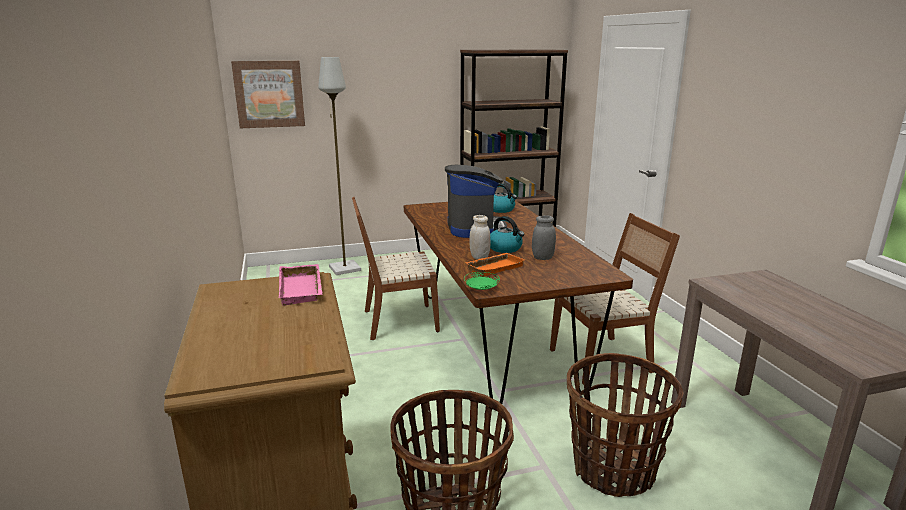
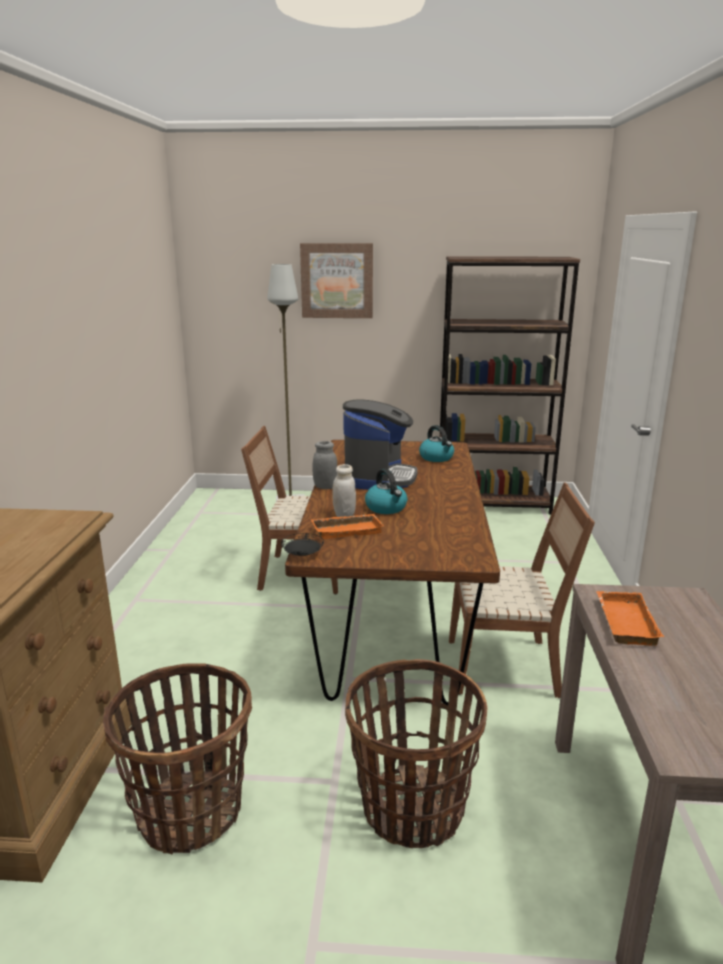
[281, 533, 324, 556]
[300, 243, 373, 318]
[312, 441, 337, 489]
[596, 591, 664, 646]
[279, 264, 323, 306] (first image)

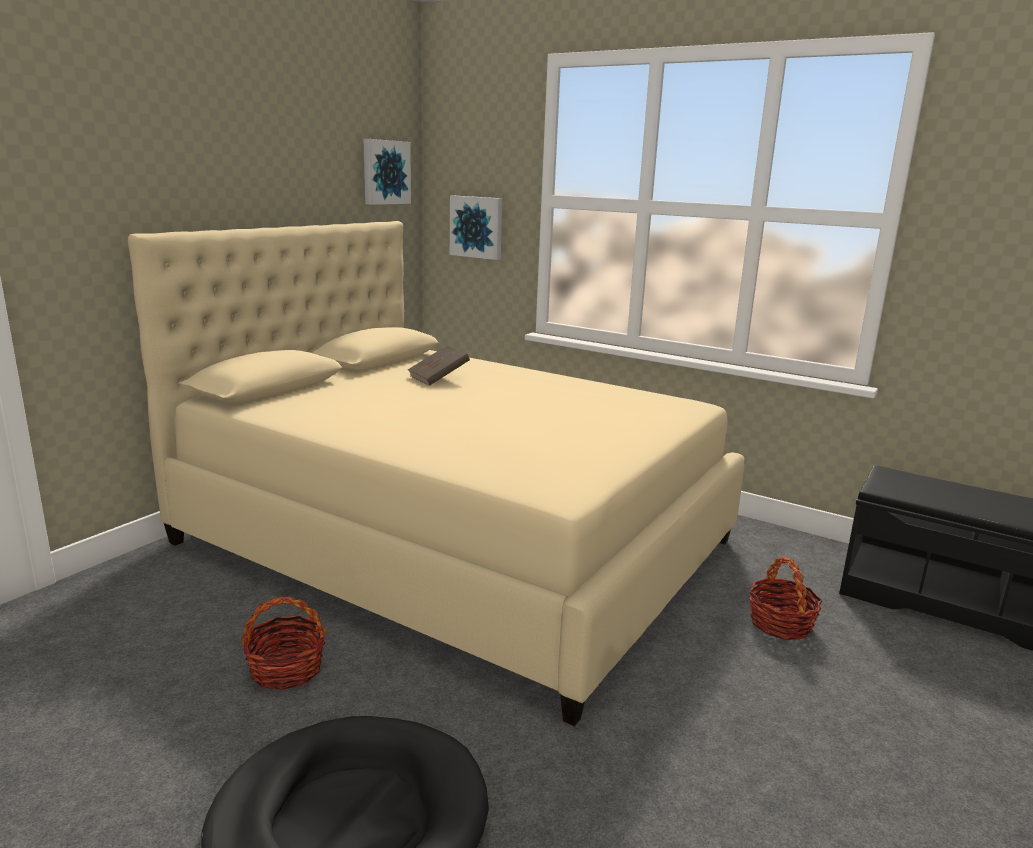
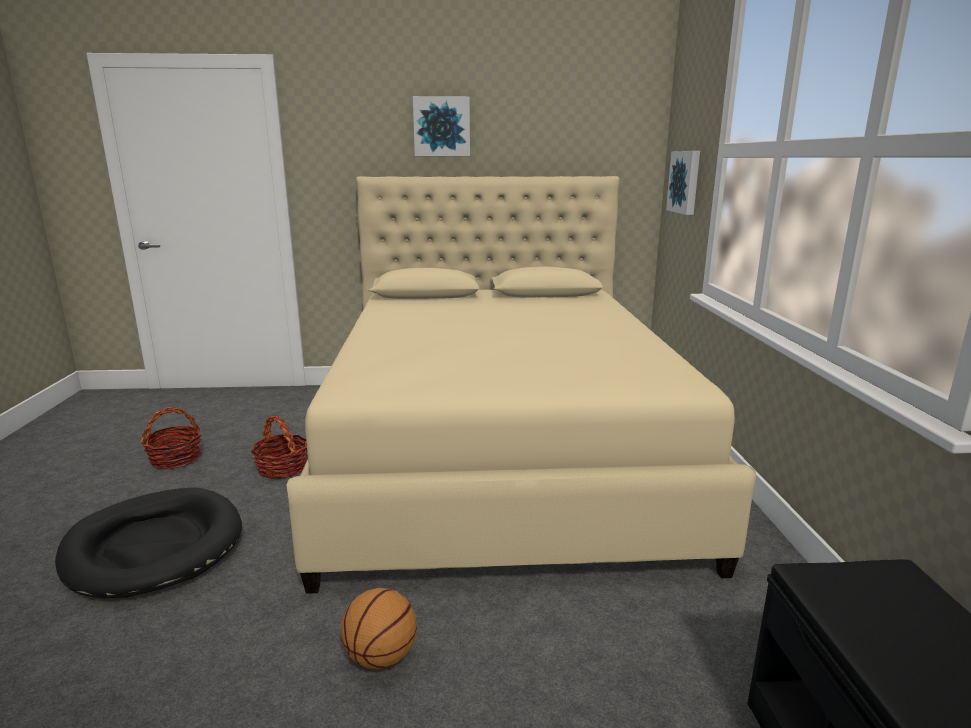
[141, 407, 201, 469]
[341, 588, 417, 670]
[413, 96, 470, 156]
[408, 346, 470, 386] (first image)

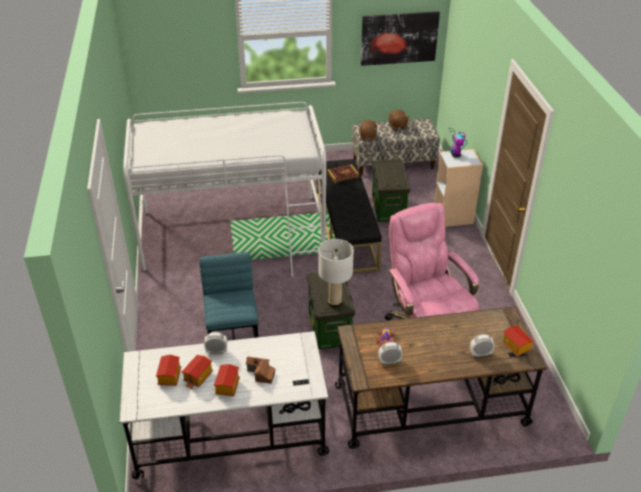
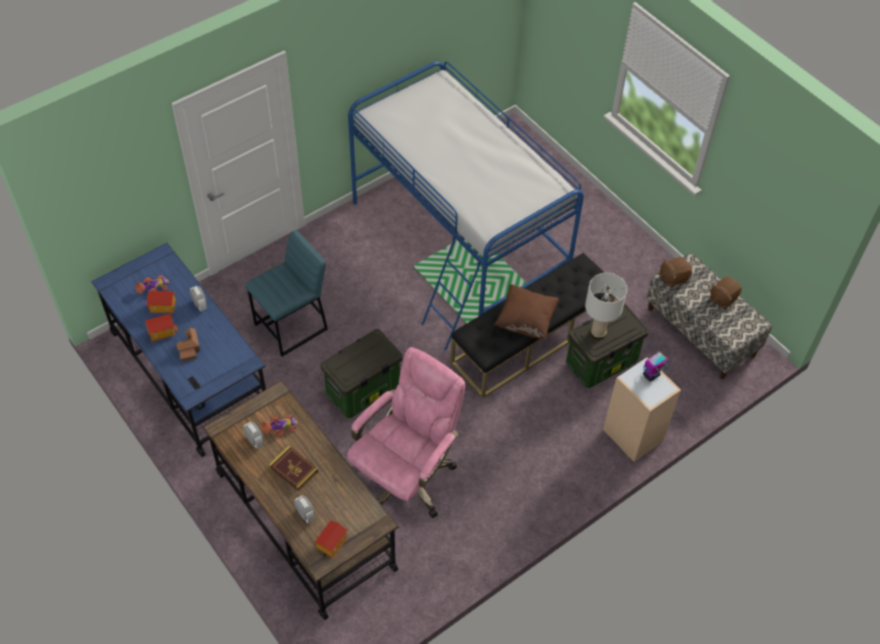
[91, 243, 266, 457]
[135, 275, 170, 294]
[269, 446, 318, 491]
[348, 61, 584, 350]
[494, 284, 560, 339]
[585, 273, 627, 339]
[361, 11, 440, 66] (first image)

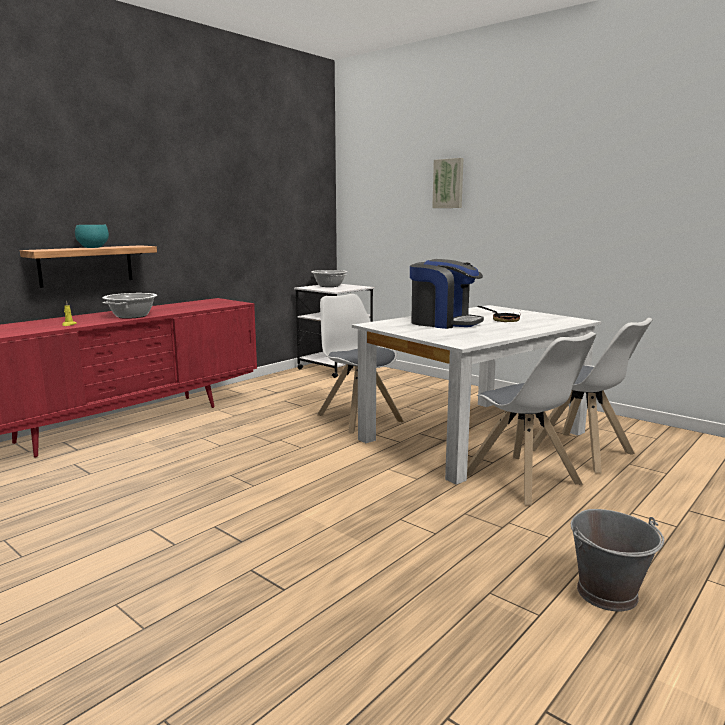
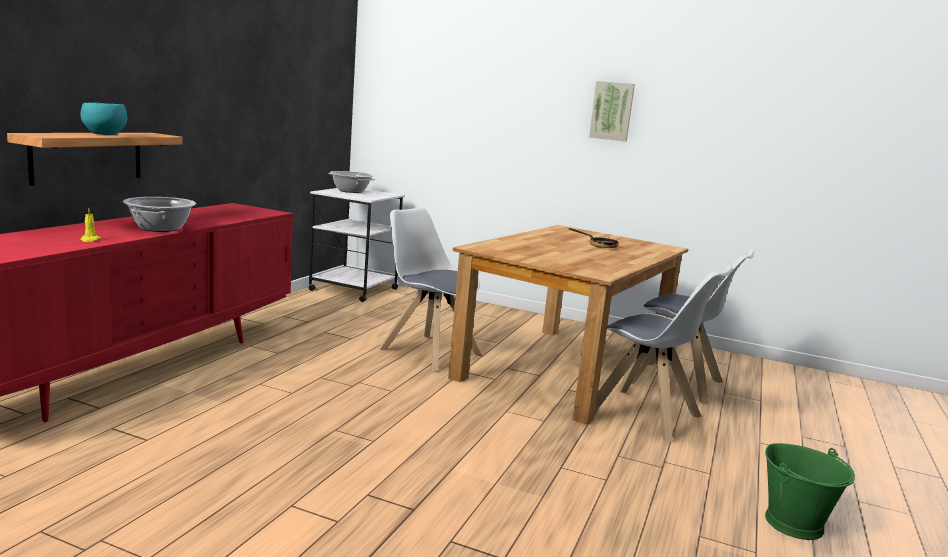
[448, 225, 688, 425]
[589, 81, 635, 141]
[765, 443, 855, 540]
[410, 259, 484, 329] (first image)

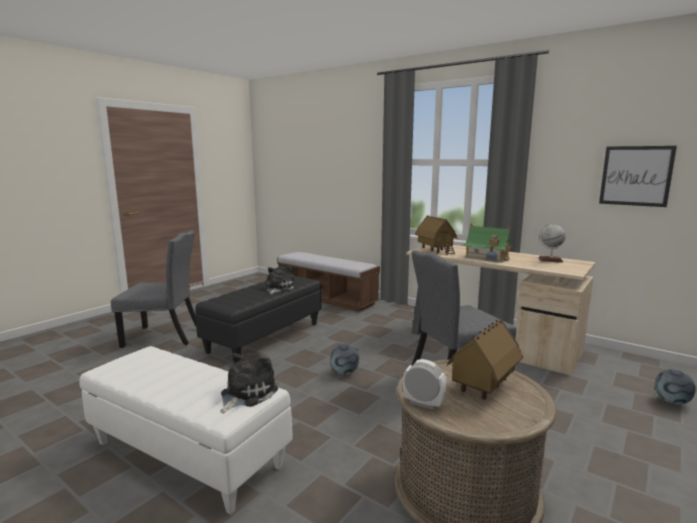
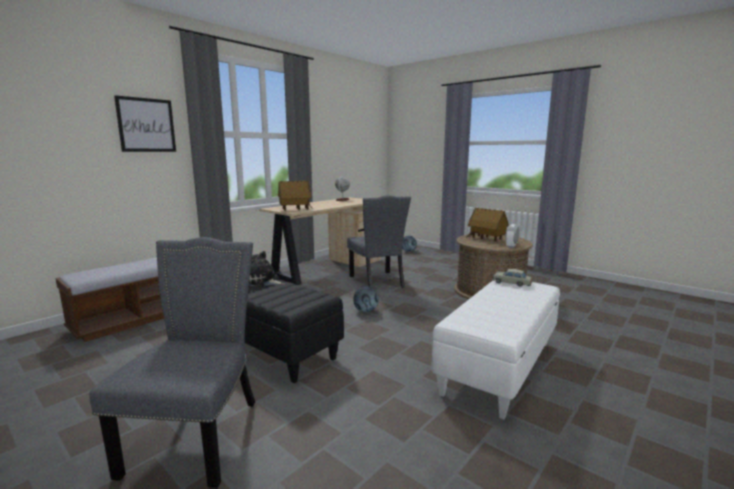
[114, 95, 176, 152]
[493, 269, 533, 287]
[462, 224, 513, 262] (first image)

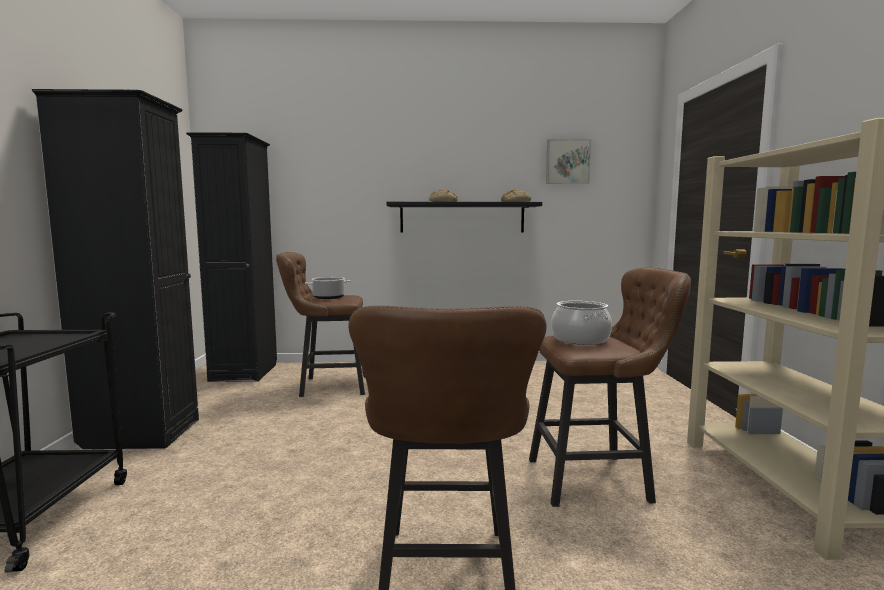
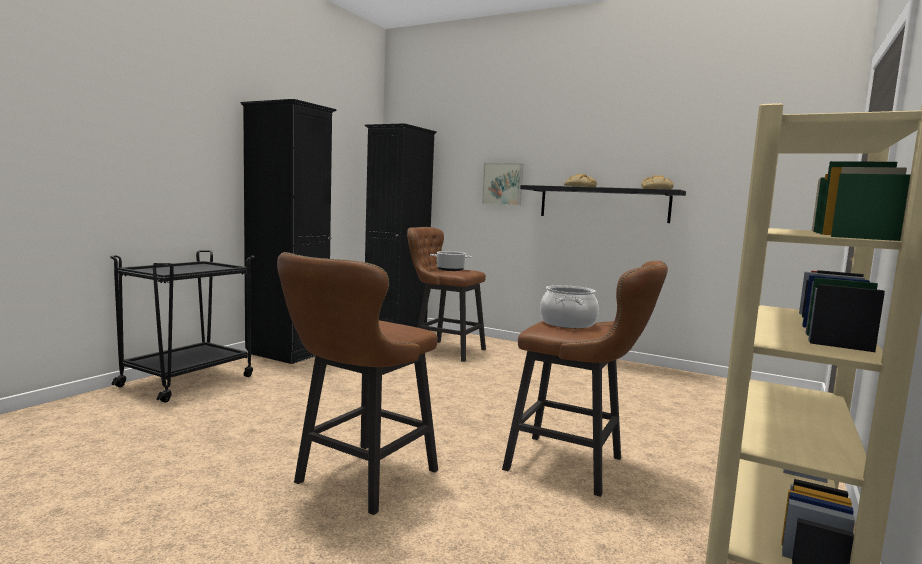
[482, 163, 523, 206]

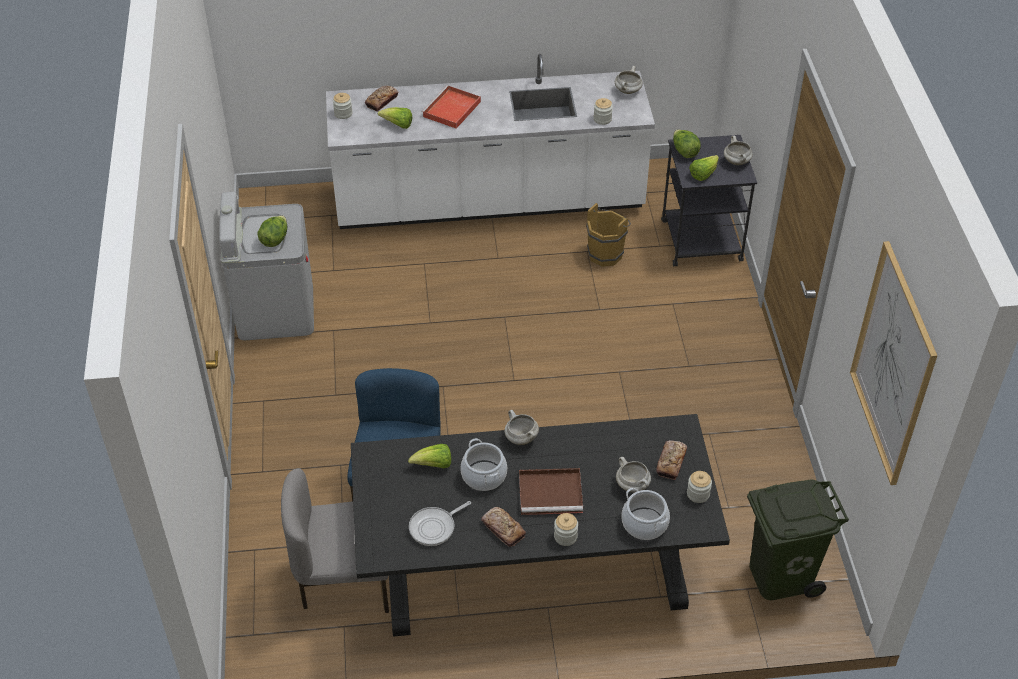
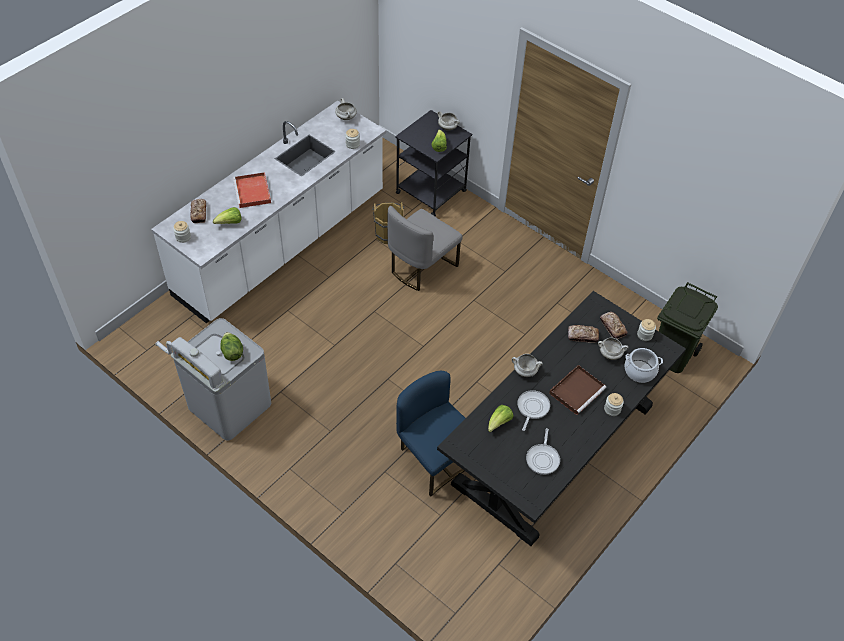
[387, 206, 463, 291]
[517, 390, 550, 431]
[568, 325, 599, 343]
[673, 130, 701, 158] (first image)
[850, 241, 937, 485] (first image)

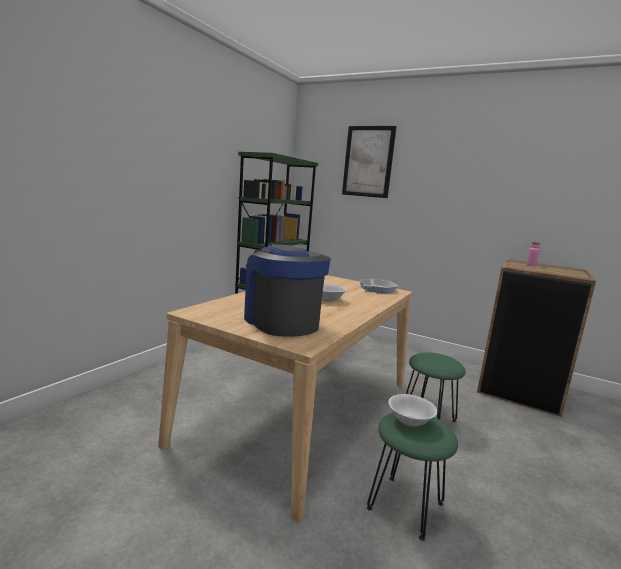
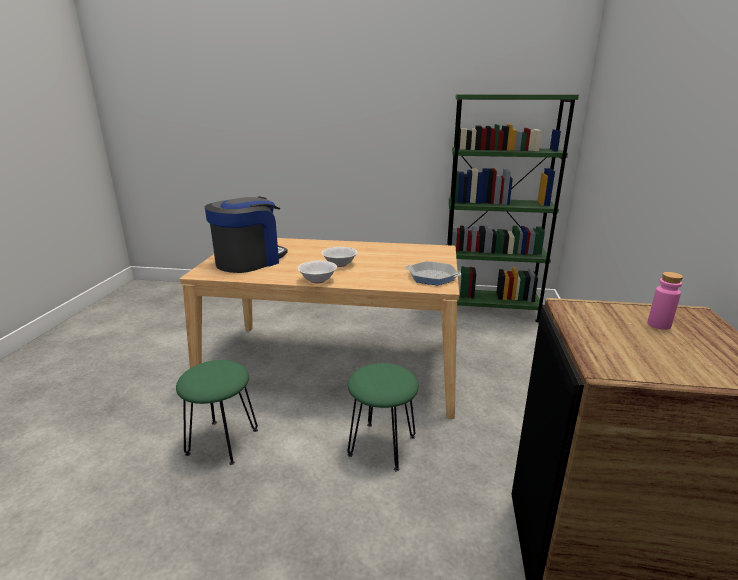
[297, 261, 337, 283]
[342, 126, 397, 198] (first image)

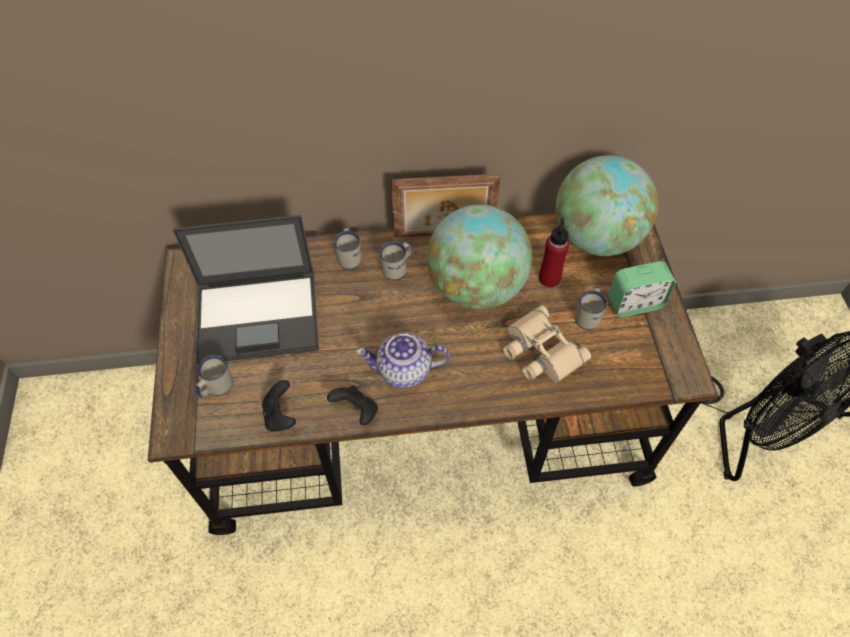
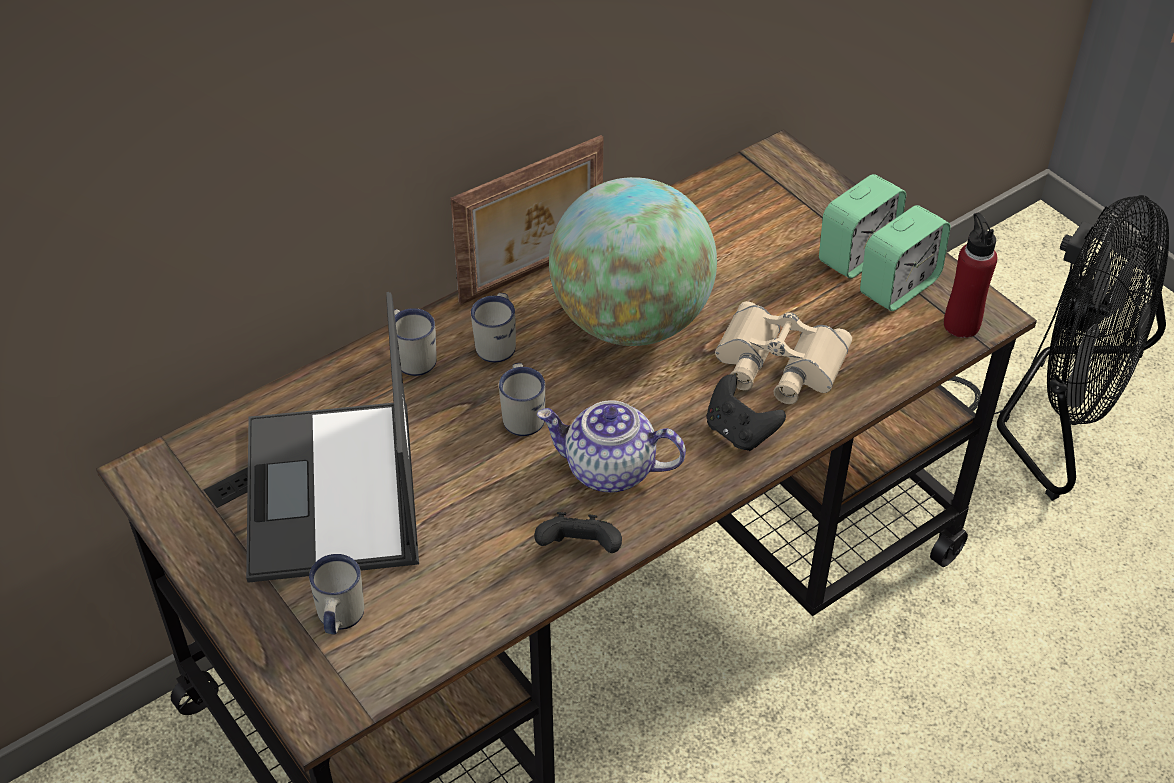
[246, 292, 419, 583]
[499, 363, 545, 436]
[536, 400, 686, 493]
[707, 374, 786, 451]
[860, 205, 951, 311]
[944, 213, 997, 338]
[556, 155, 658, 256] (first image)

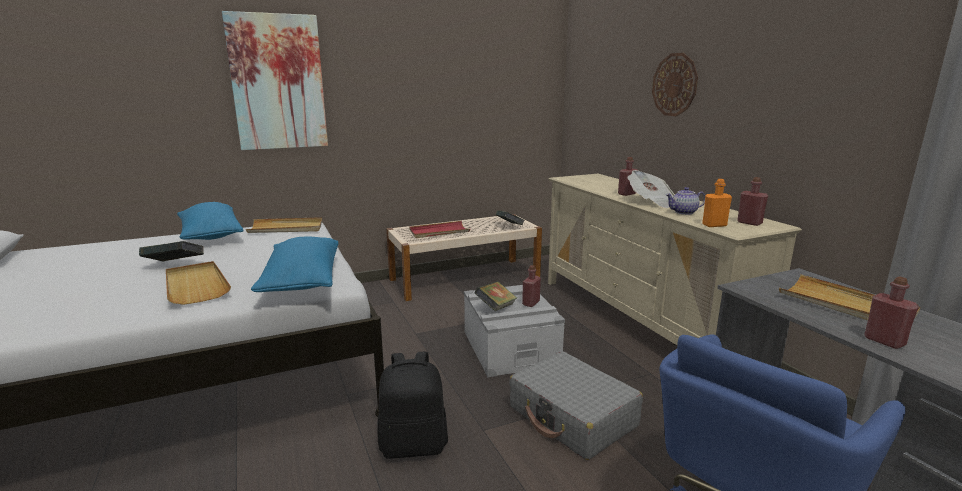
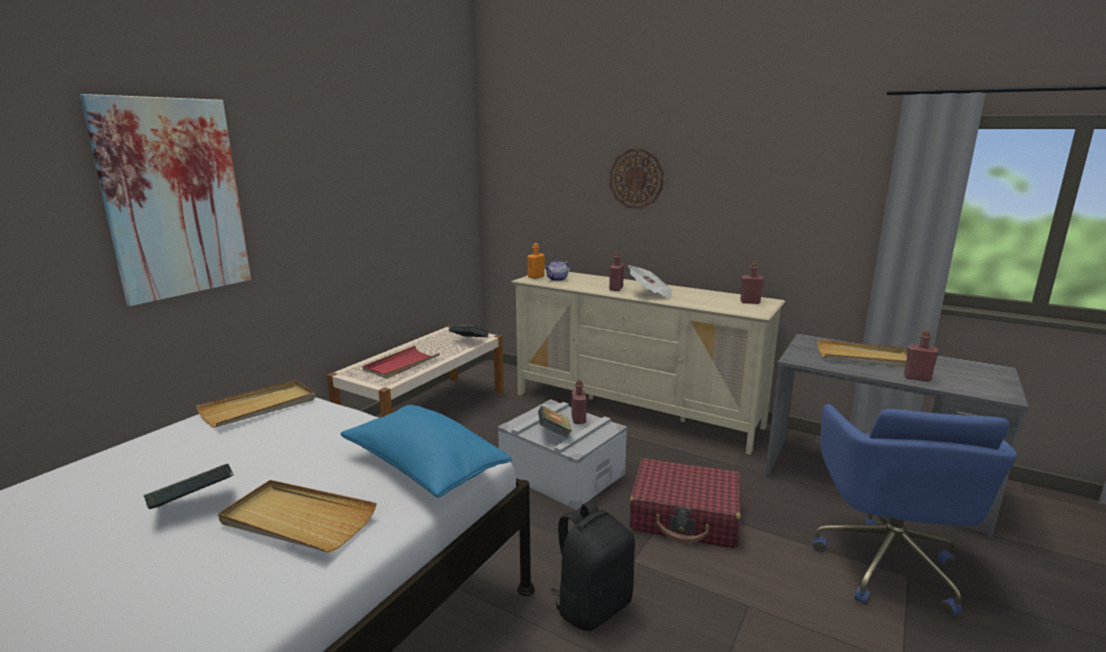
[527, 243, 544, 279]
[545, 259, 570, 281]
[629, 458, 741, 548]
[177, 202, 244, 240] (first image)

